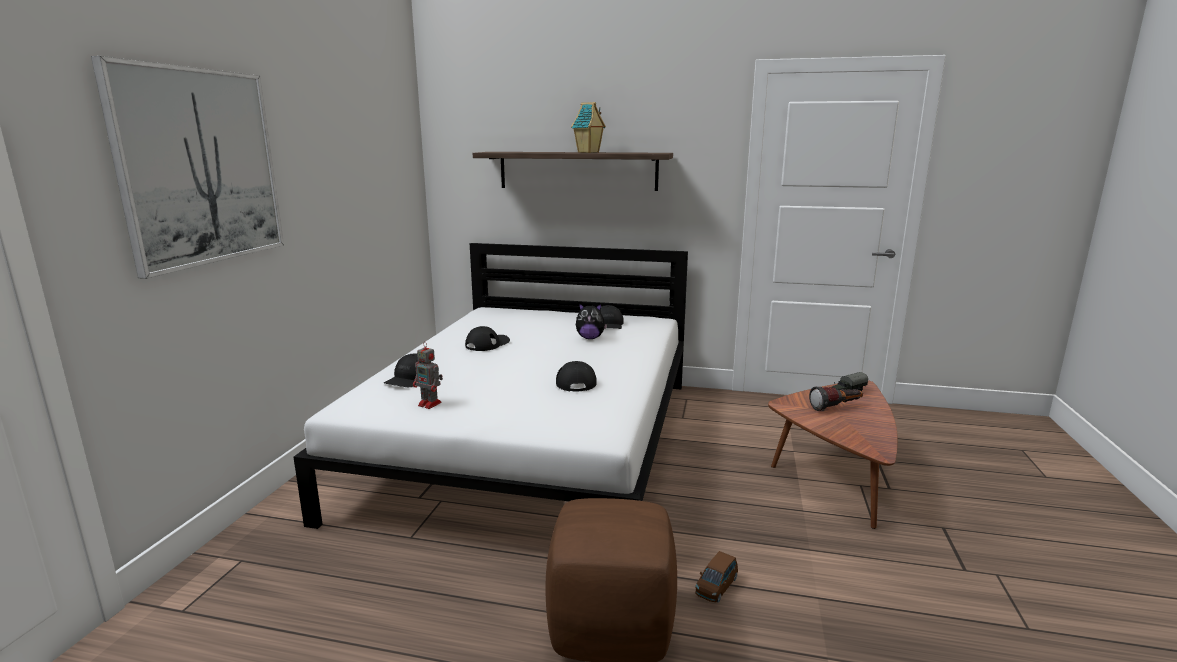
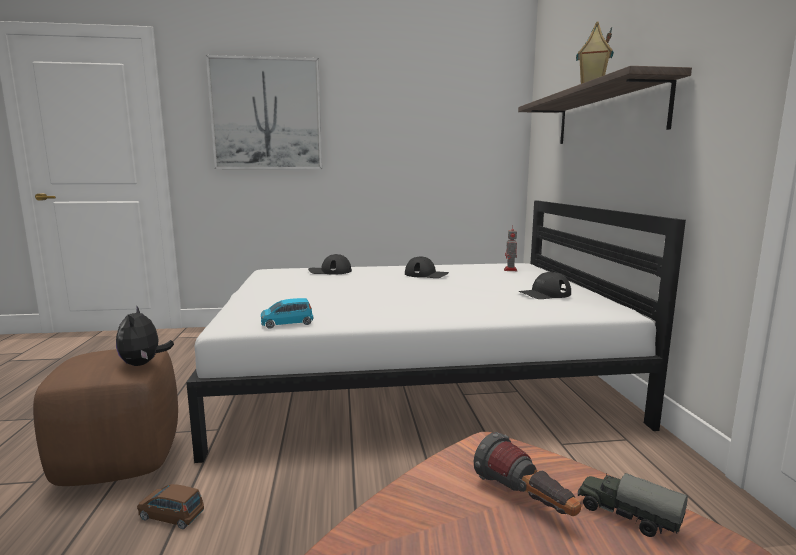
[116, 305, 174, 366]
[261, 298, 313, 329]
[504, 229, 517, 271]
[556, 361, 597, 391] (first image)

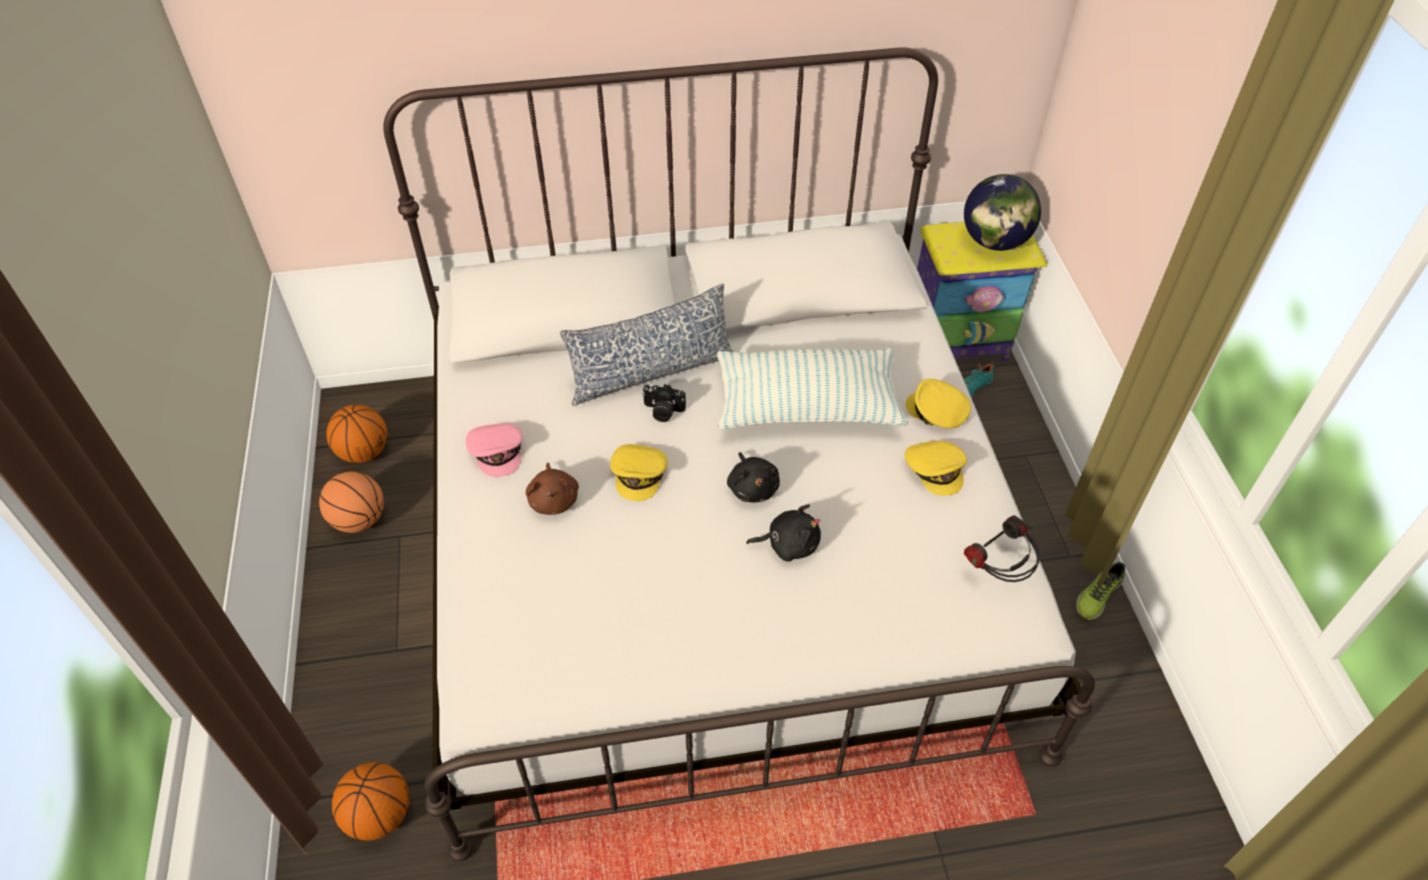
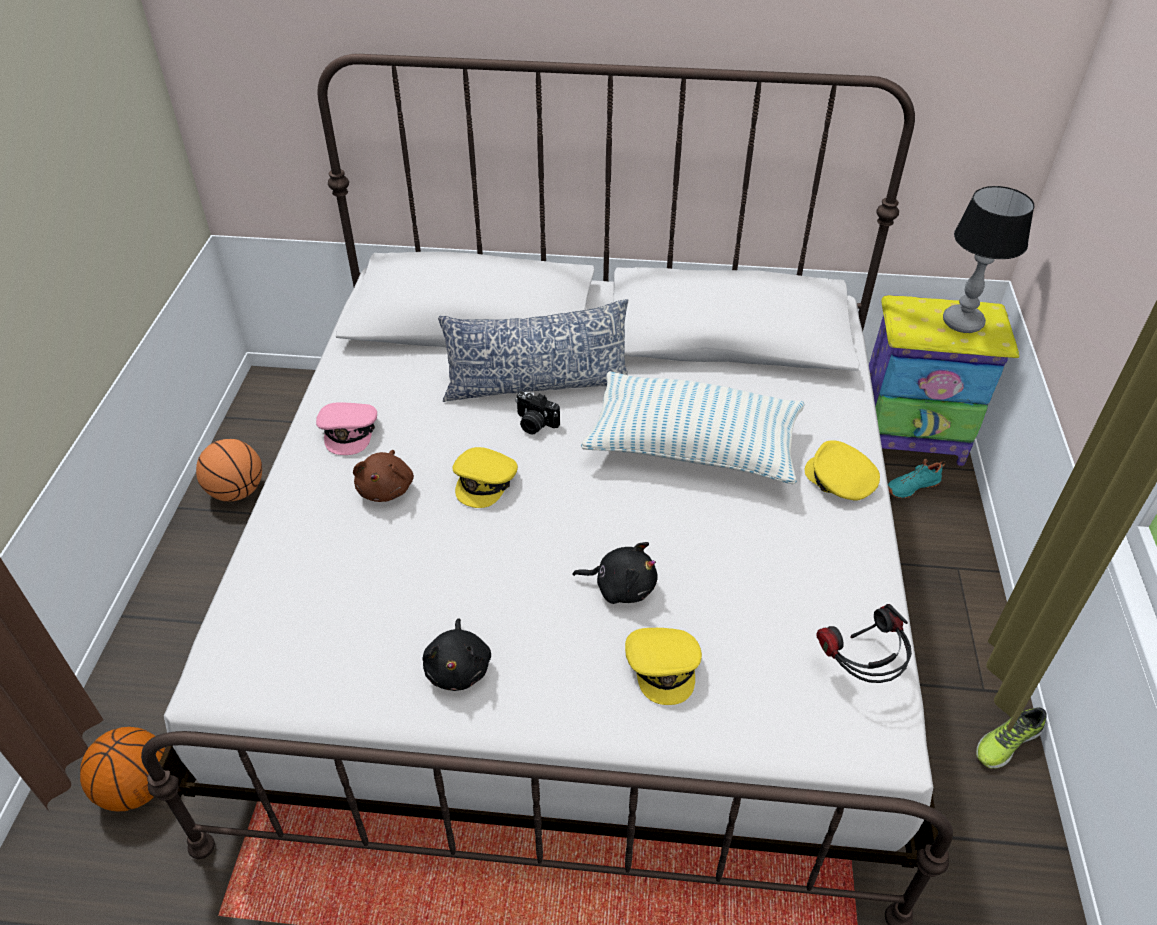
[422, 618, 491, 691]
[625, 628, 702, 705]
[943, 186, 1034, 333]
[326, 405, 387, 463] (first image)

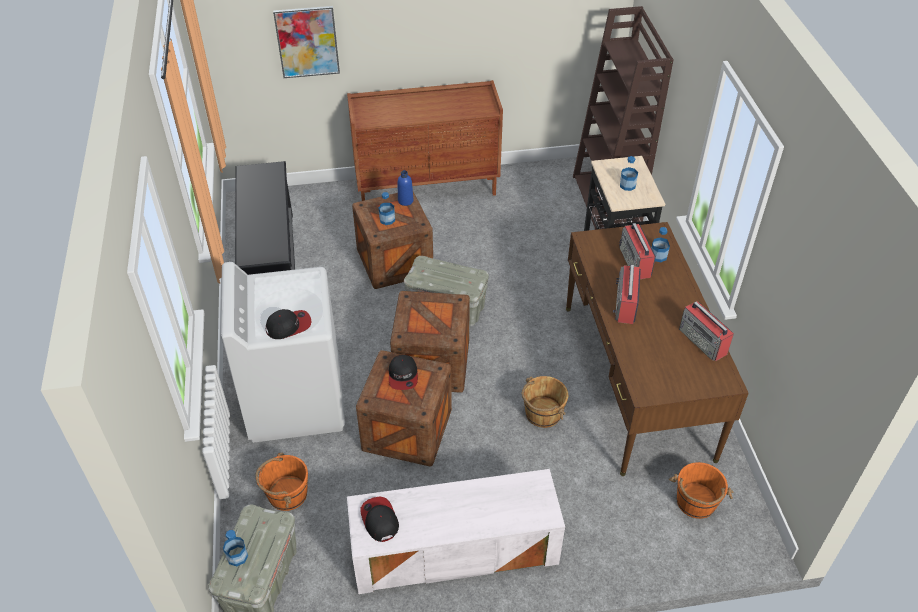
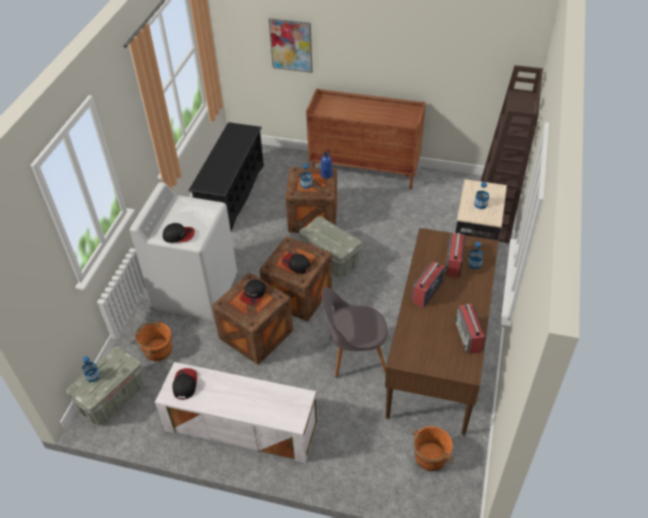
[281, 253, 311, 274]
[322, 287, 388, 378]

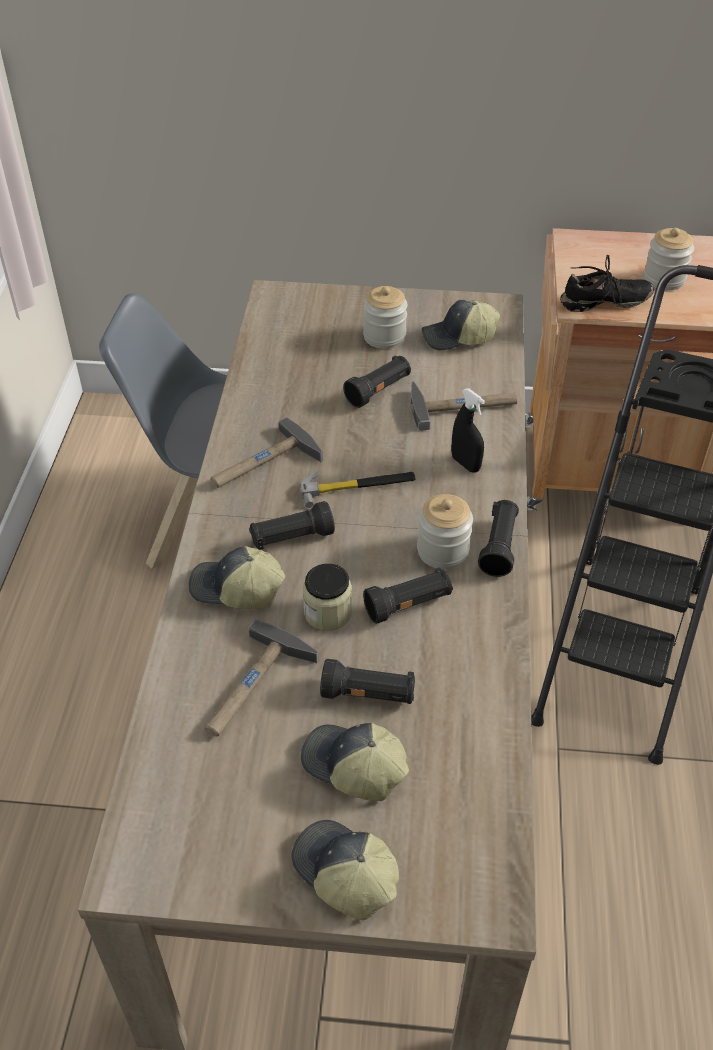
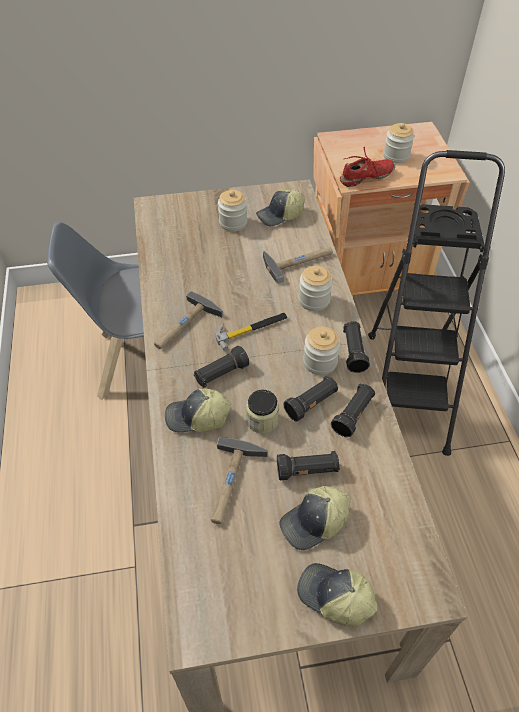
[279, 486, 350, 550]
[299, 266, 333, 311]
[331, 384, 375, 437]
[340, 147, 395, 187]

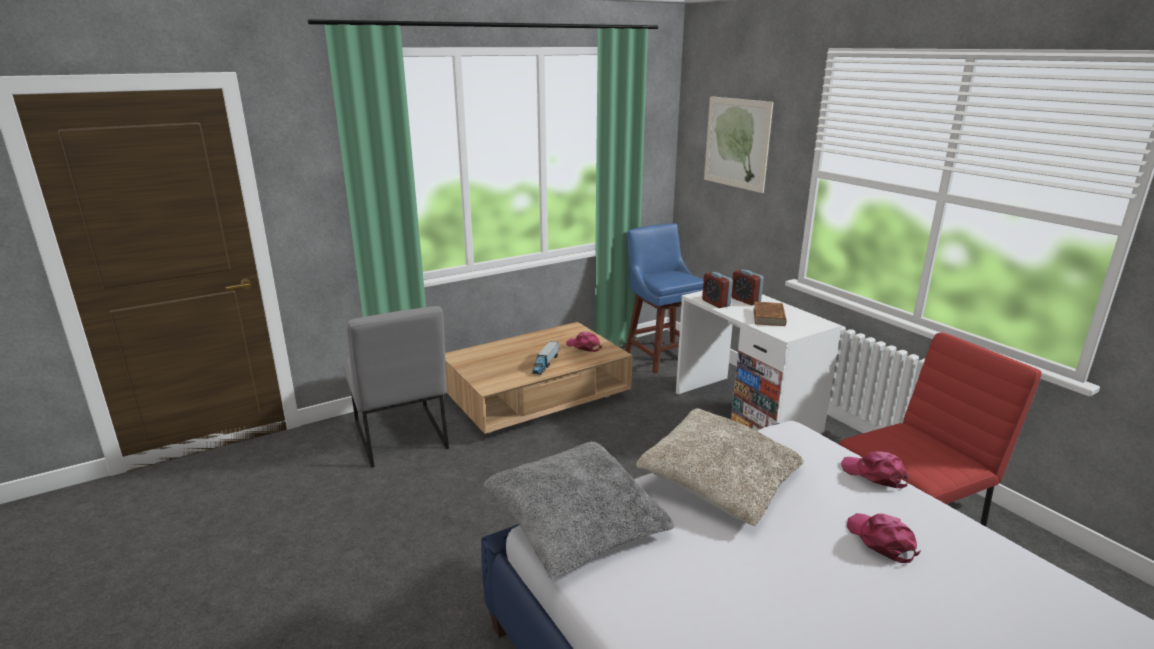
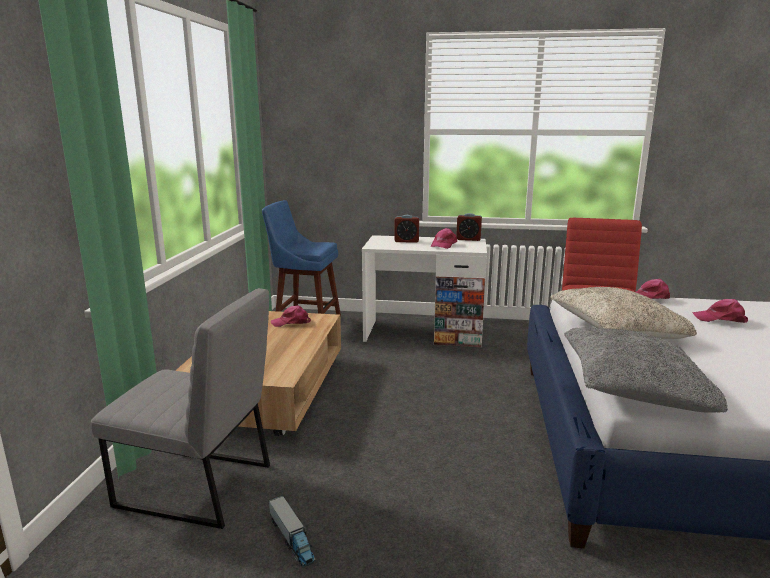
[269, 496, 316, 568]
[431, 228, 457, 249]
[456, 213, 482, 241]
[704, 96, 773, 193] (first image)

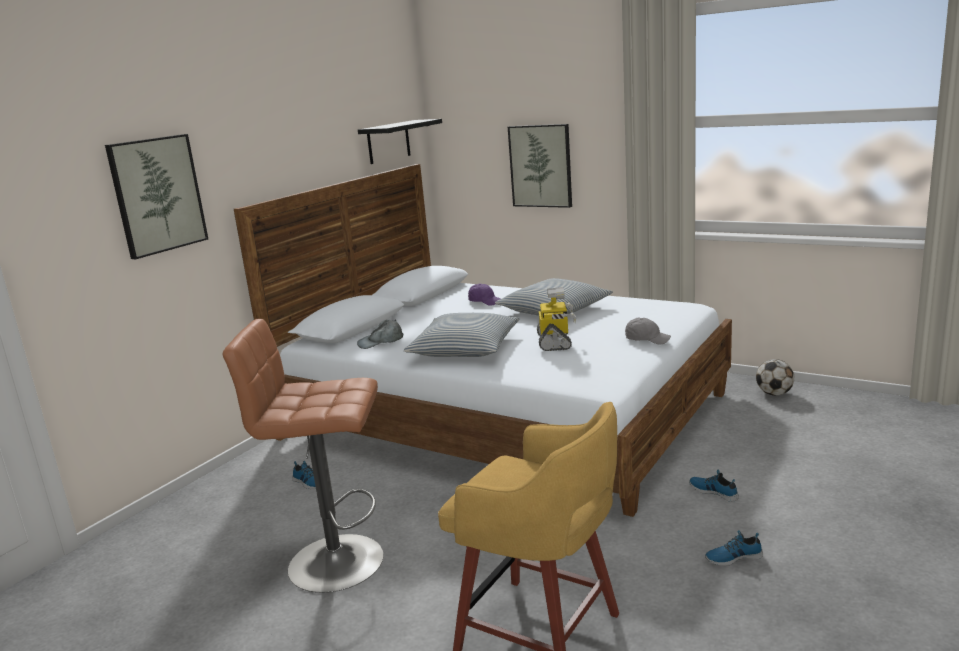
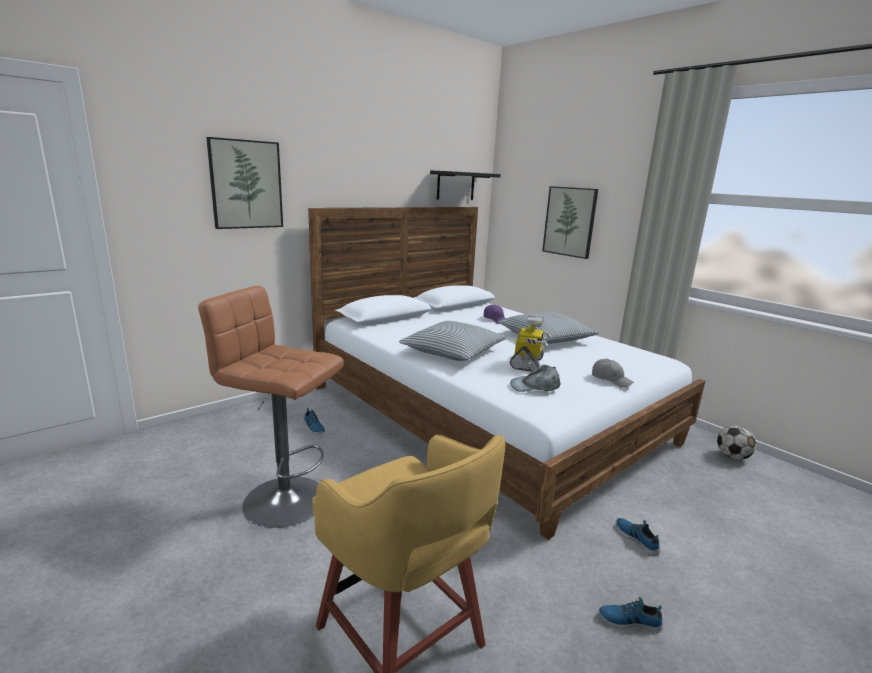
[510, 365, 561, 392]

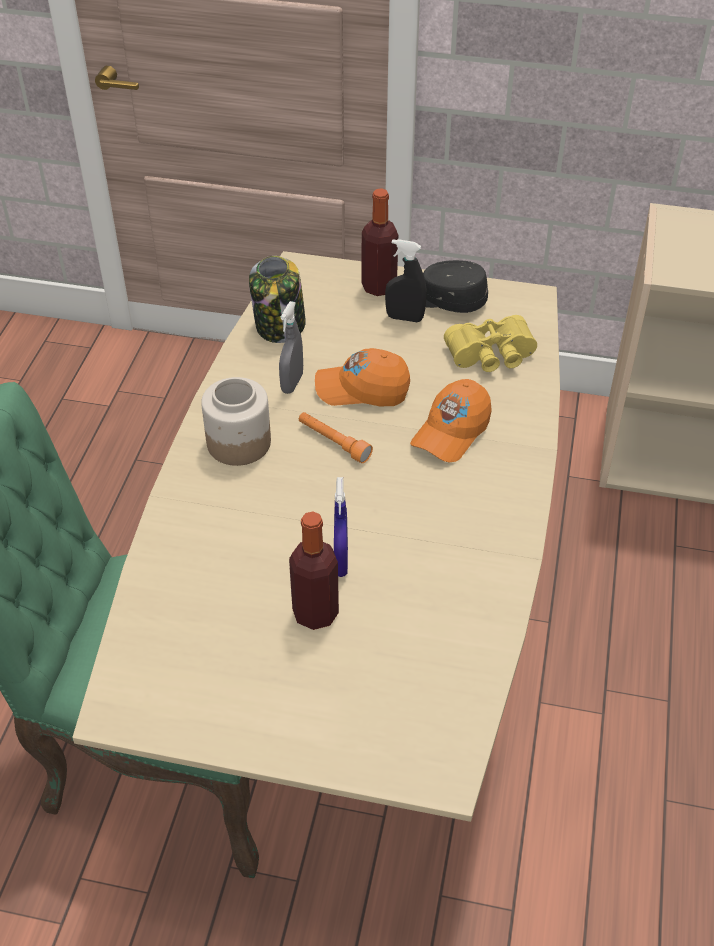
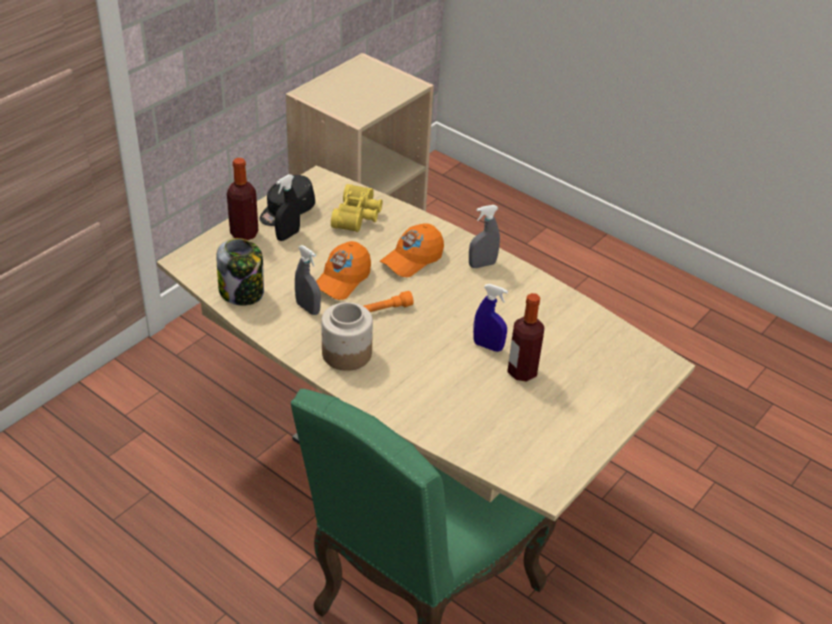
[380, 223, 444, 277]
[469, 205, 500, 268]

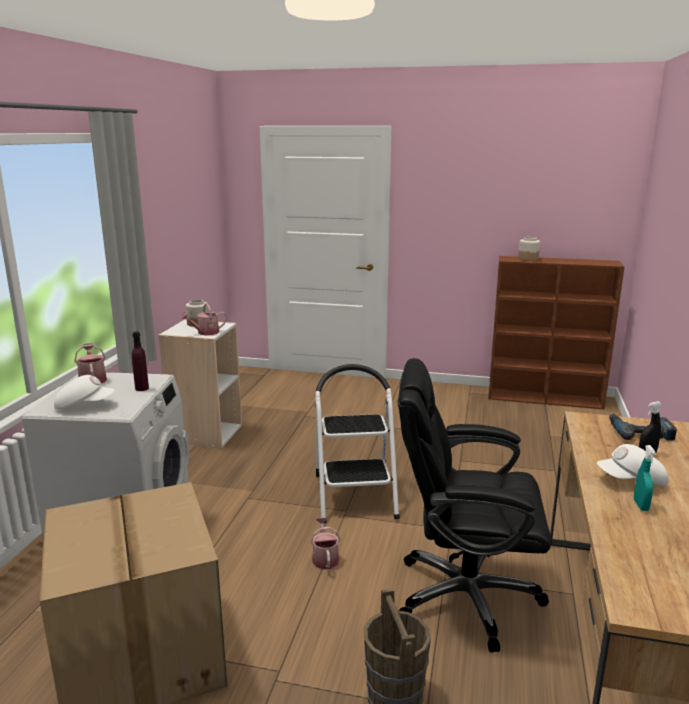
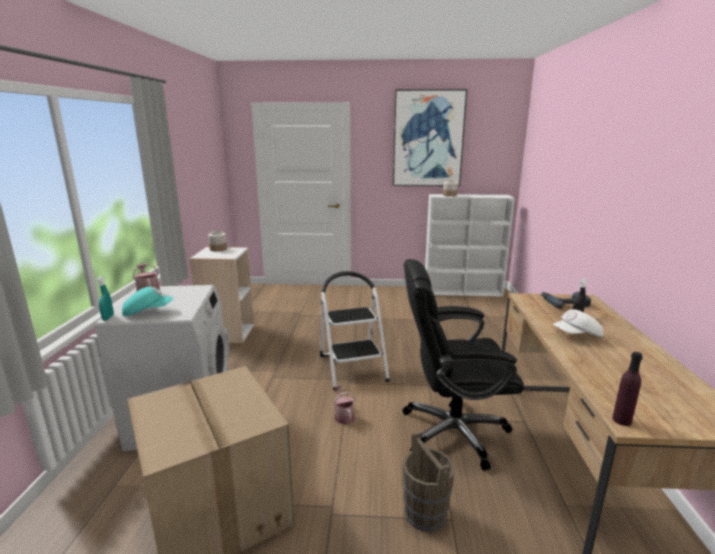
[96, 276, 114, 321]
[122, 287, 173, 316]
[393, 89, 467, 187]
[425, 194, 515, 297]
[612, 352, 643, 426]
[180, 303, 227, 336] (first image)

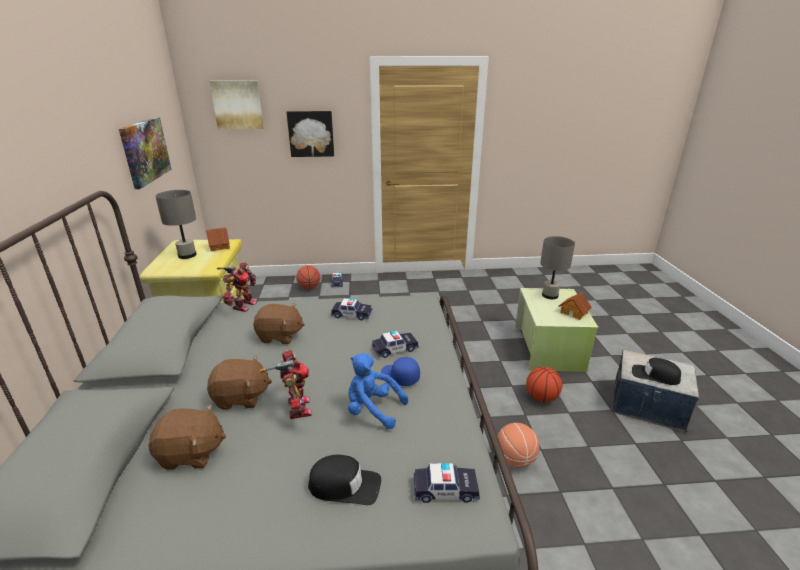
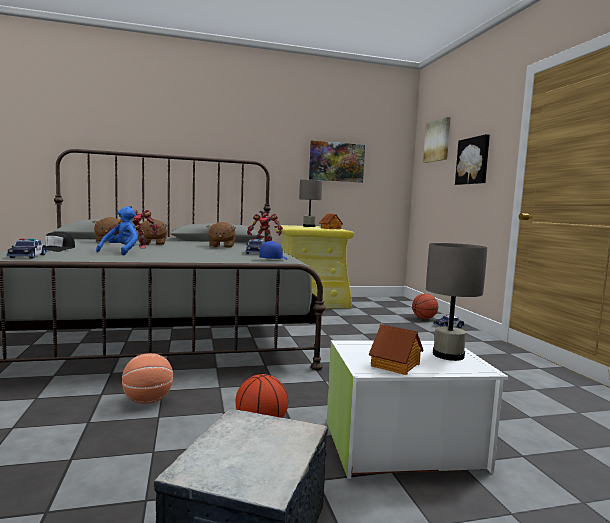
[259, 241, 287, 260]
[327, 340, 508, 479]
[372, 331, 419, 358] (first image)
[632, 358, 681, 385] (first image)

